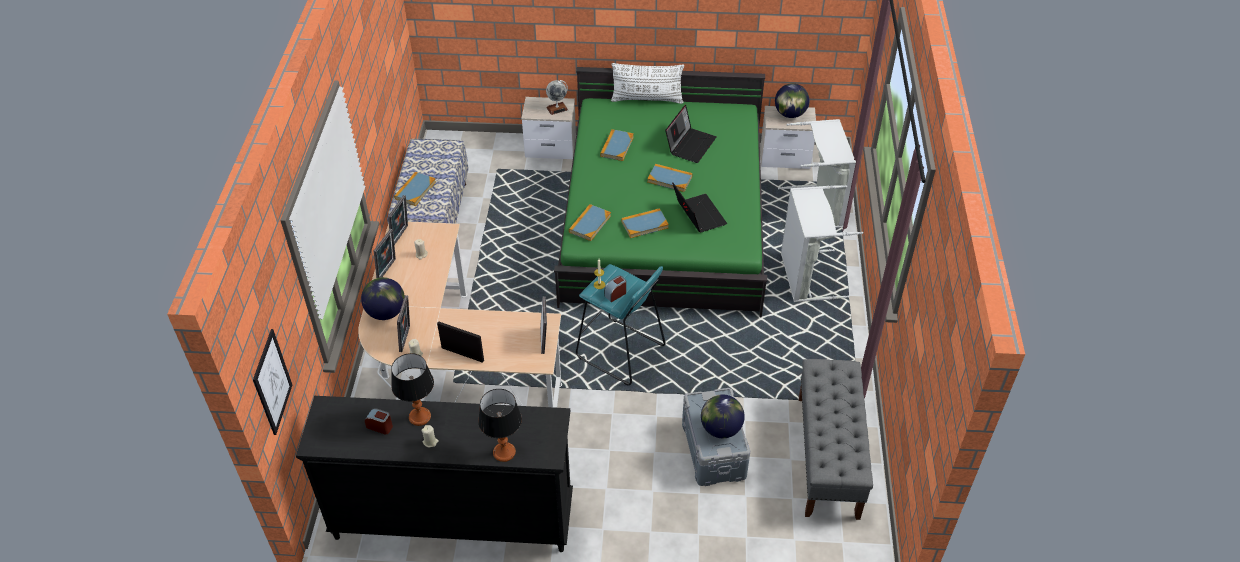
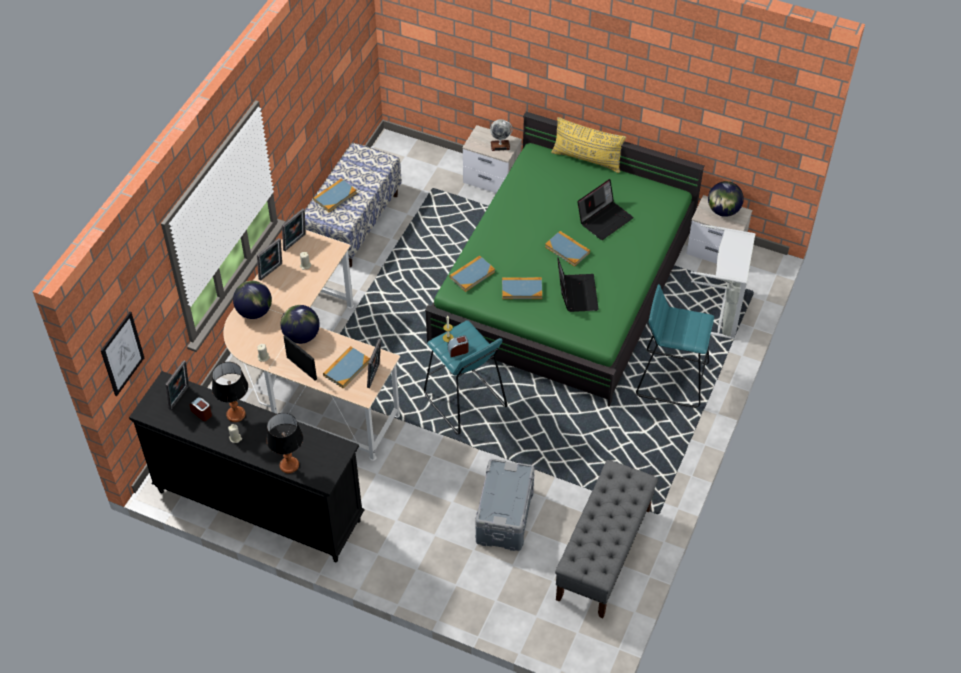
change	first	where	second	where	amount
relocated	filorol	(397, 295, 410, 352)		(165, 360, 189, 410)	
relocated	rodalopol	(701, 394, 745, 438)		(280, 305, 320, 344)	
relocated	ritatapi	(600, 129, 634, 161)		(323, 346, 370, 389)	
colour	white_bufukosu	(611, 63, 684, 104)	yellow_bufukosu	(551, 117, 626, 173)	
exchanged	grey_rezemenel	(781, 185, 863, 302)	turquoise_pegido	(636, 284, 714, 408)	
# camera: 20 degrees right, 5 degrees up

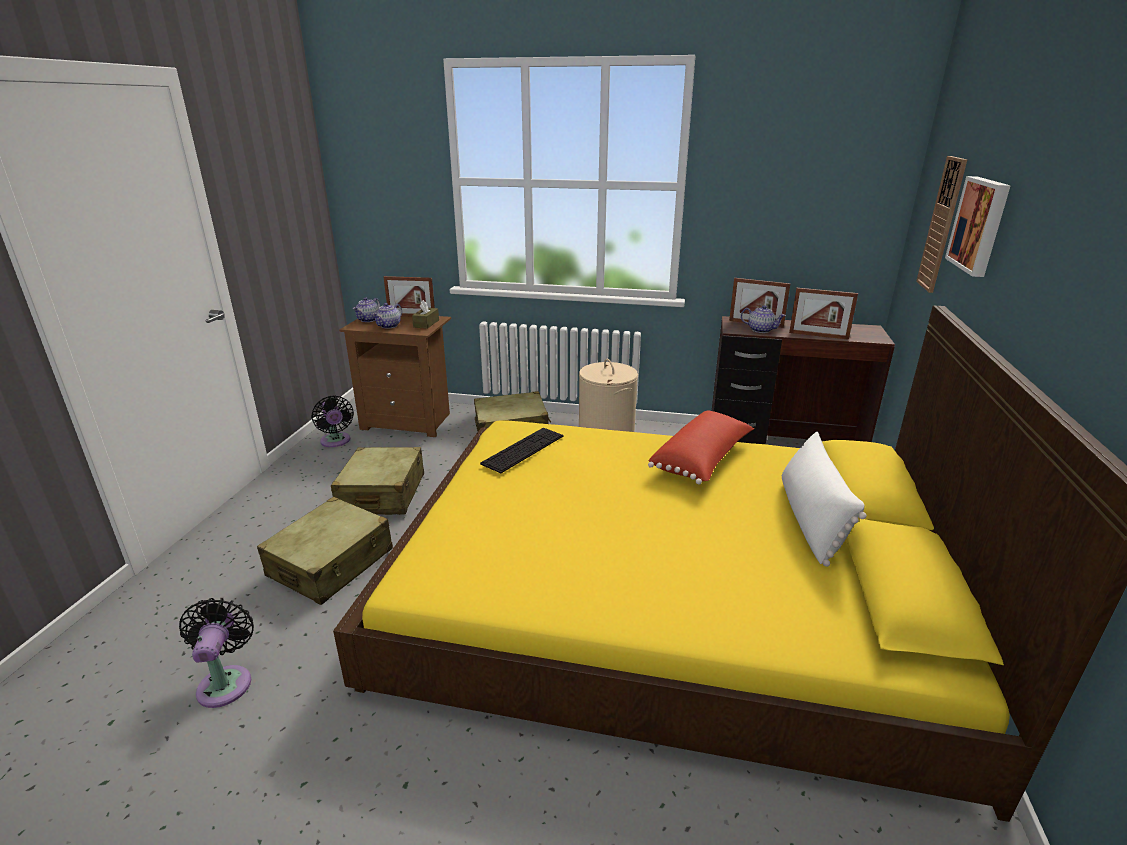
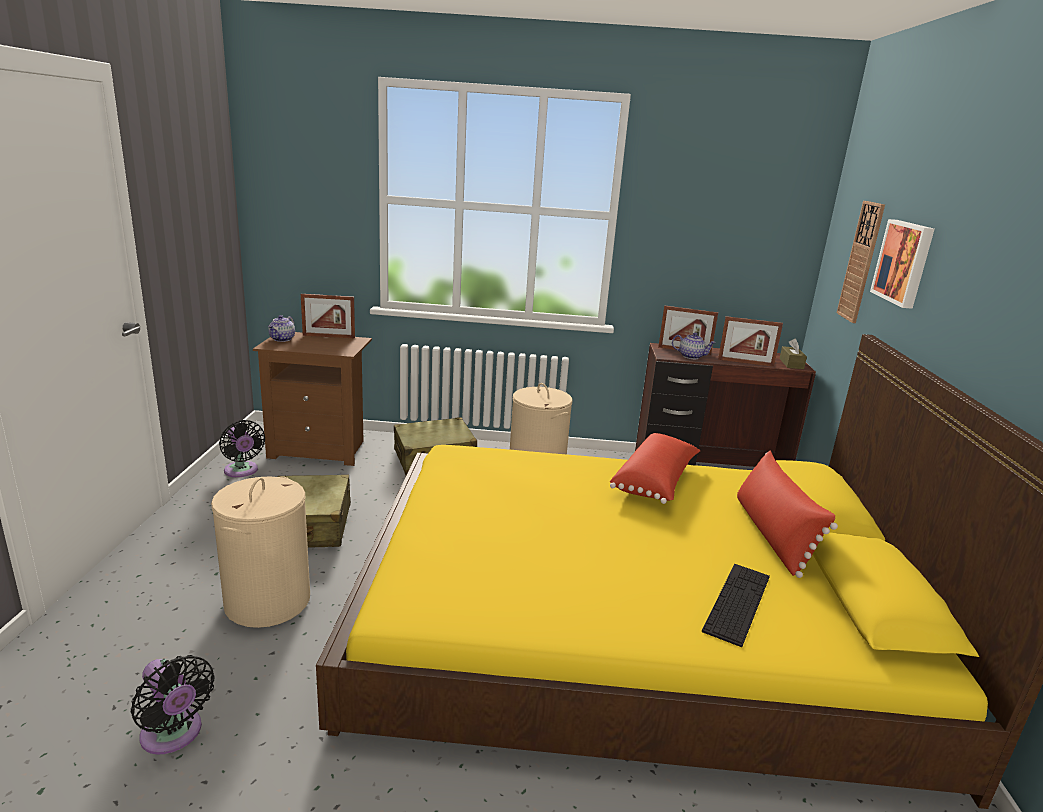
change	first	where	second	where	amount
spun	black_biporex	(179, 598, 254, 708)		(131, 655, 215, 754)	150 degrees clockwise
exchanged	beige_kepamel	(257, 497, 393, 605)	beige_rezemenel	(211, 476, 310, 628)	
relocated	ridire	(480, 428, 564, 473)		(702, 564, 770, 647)	
colour	white_bufukosu	(782, 431, 867, 567)	red_bufukosu	(737, 451, 838, 578)	
relocated	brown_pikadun	(412, 300, 439, 329)		(779, 338, 807, 369)	
missing	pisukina	(372, 303, 402, 329)			
# camera: 10 degrees left, 5 degrees down

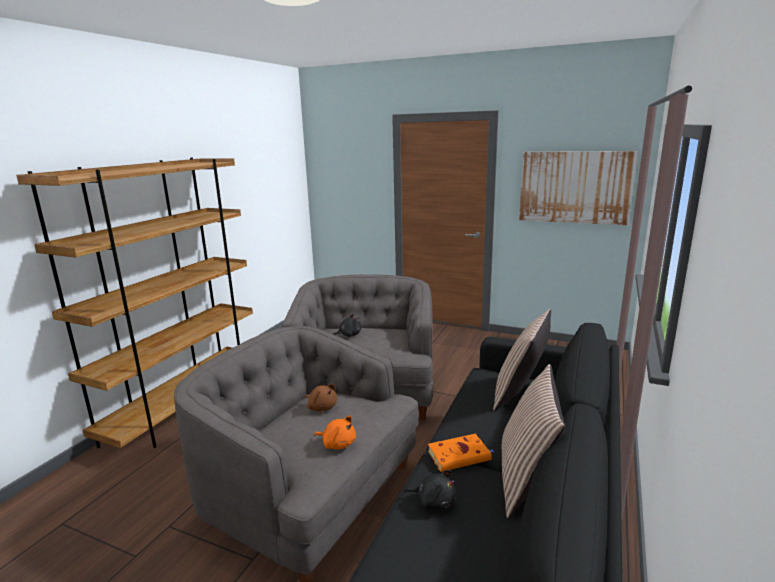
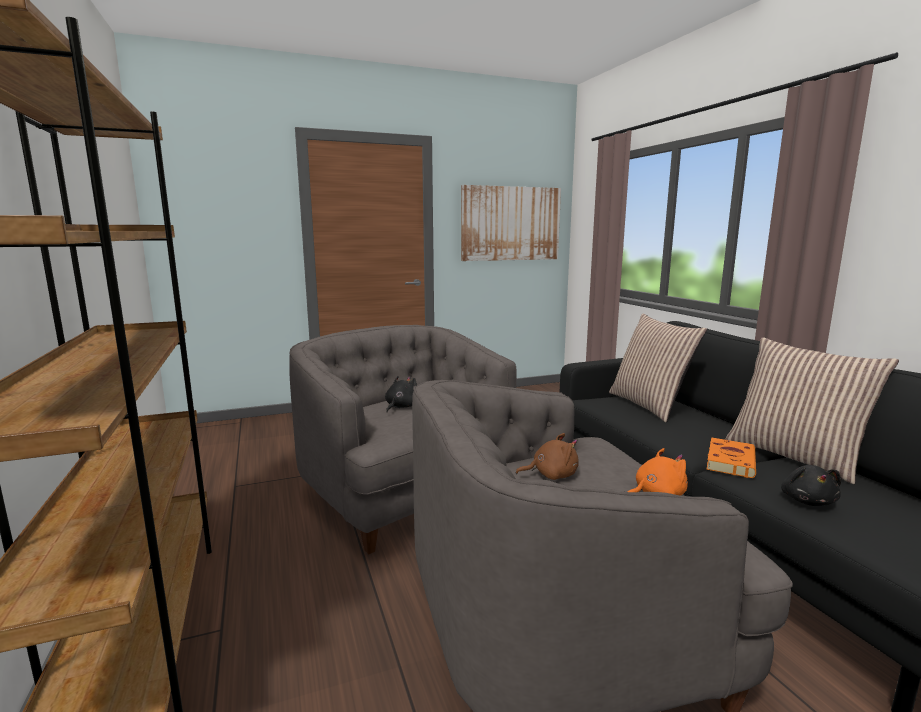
change	first	where	second	where	amount
spun	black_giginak	(404, 470, 456, 511)		(781, 465, 841, 506)	120 degrees clockwise
# camera: 45 degrees left, 5 degrees down

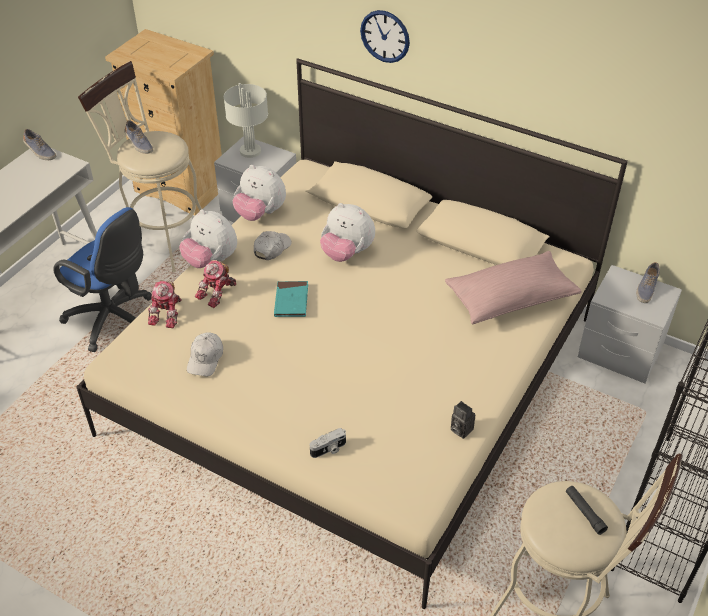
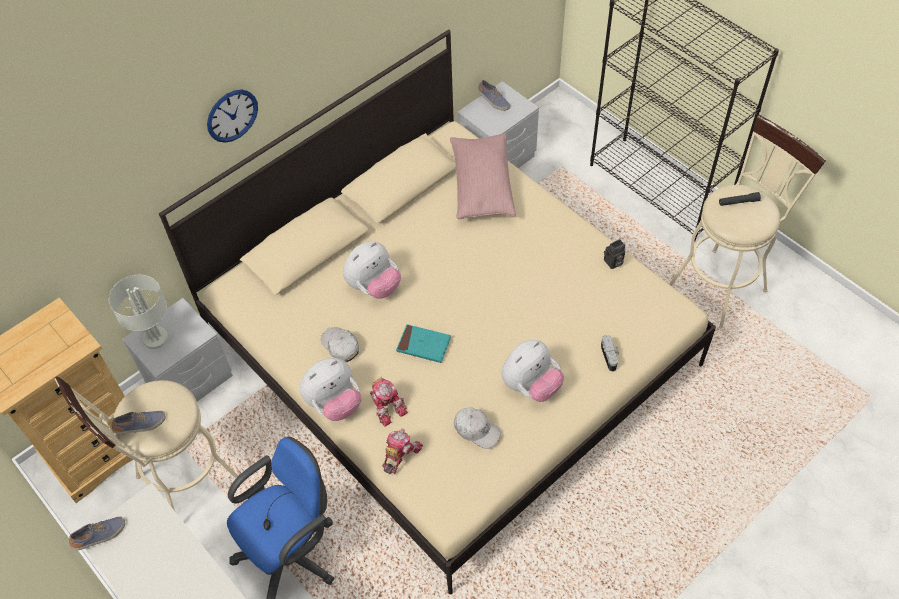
change	first	where	second	where	amount
spun	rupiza	(148, 281, 181, 328)		(383, 429, 423, 474)	90 degrees counterclockwise
relocated	giginak	(233, 165, 286, 221)		(501, 340, 564, 402)	
# camera: 70 degrees left, 10 degrees up

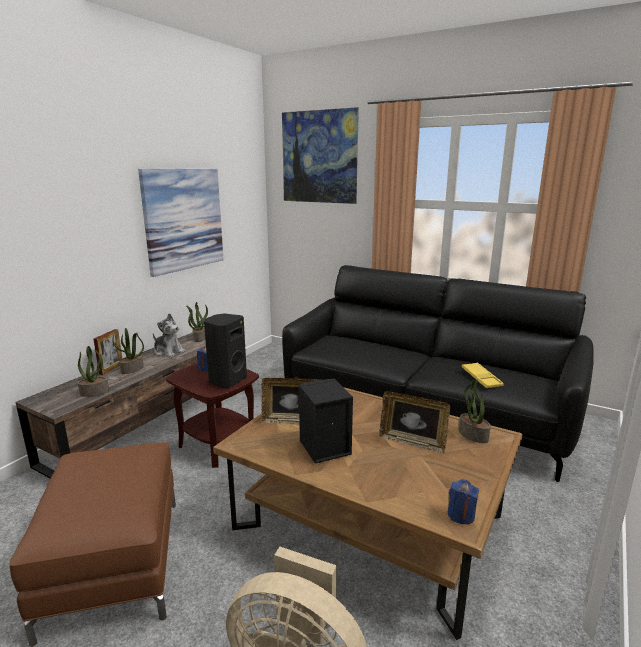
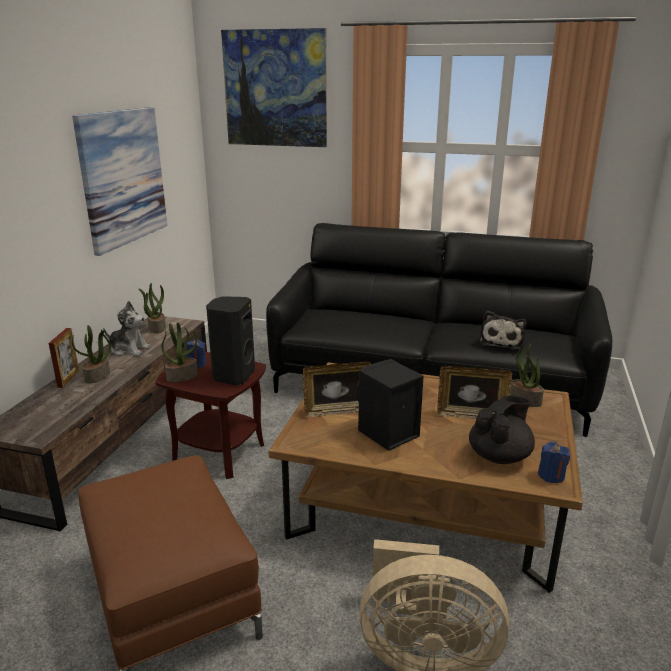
change	first	where	second	where	amount
relocated	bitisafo	(78, 346, 109, 397)		(161, 323, 198, 382)	
appeared			black_pisukina	(469, 396, 535, 464)	
exchanged	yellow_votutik	(462, 362, 504, 388)	giginak	(480, 311, 527, 349)	
# camera: 15 degrees left, 5 degrees up

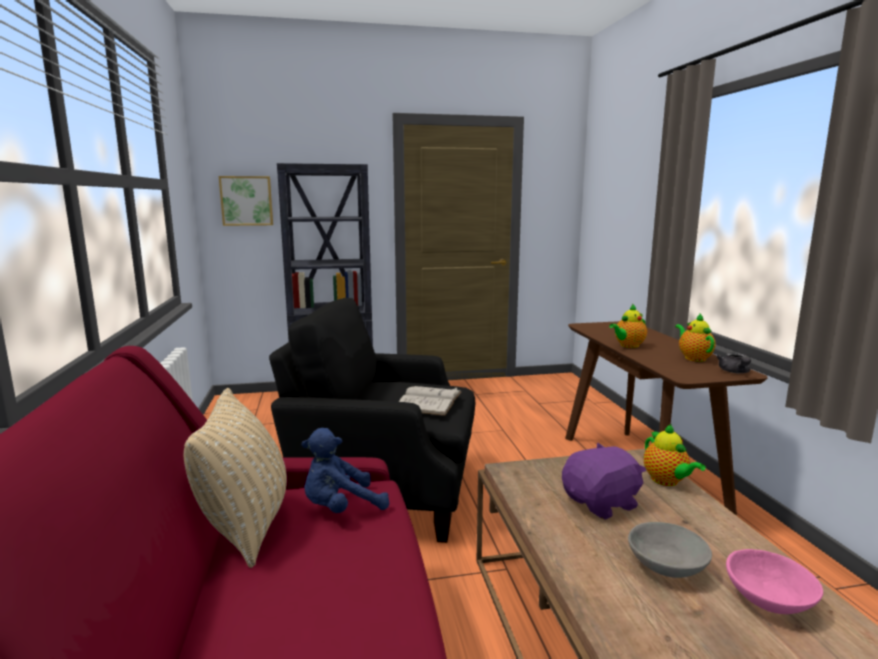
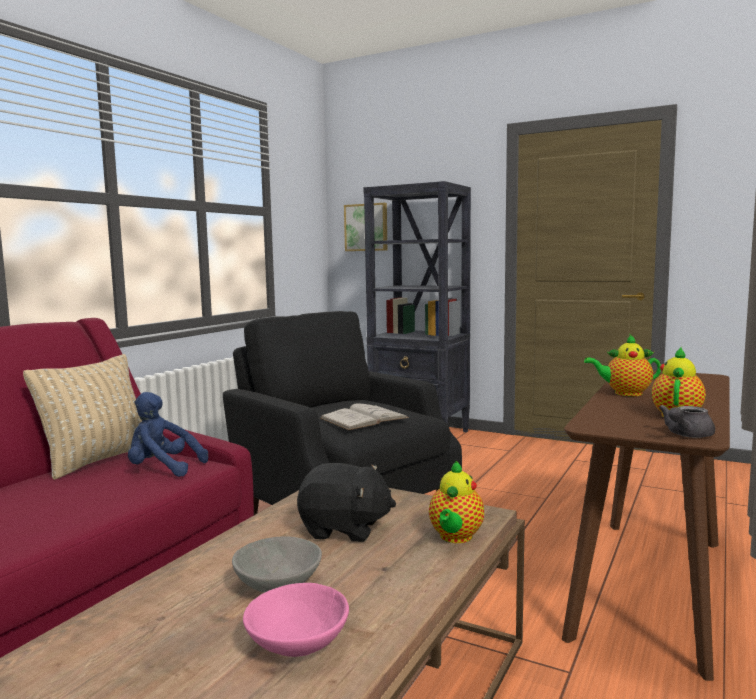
change	first	where	second	where	amount
colour	purple_giginak	(562, 443, 646, 519)	black_giginak	(297, 463, 396, 542)	
# camera: 40 degrees right, 5 degrees down

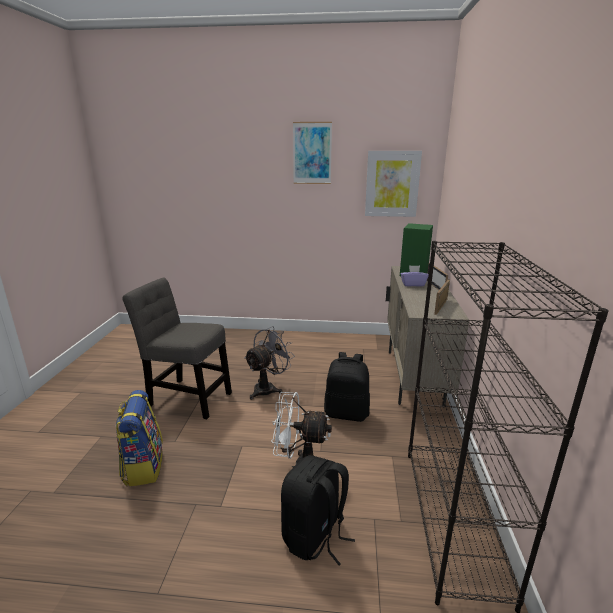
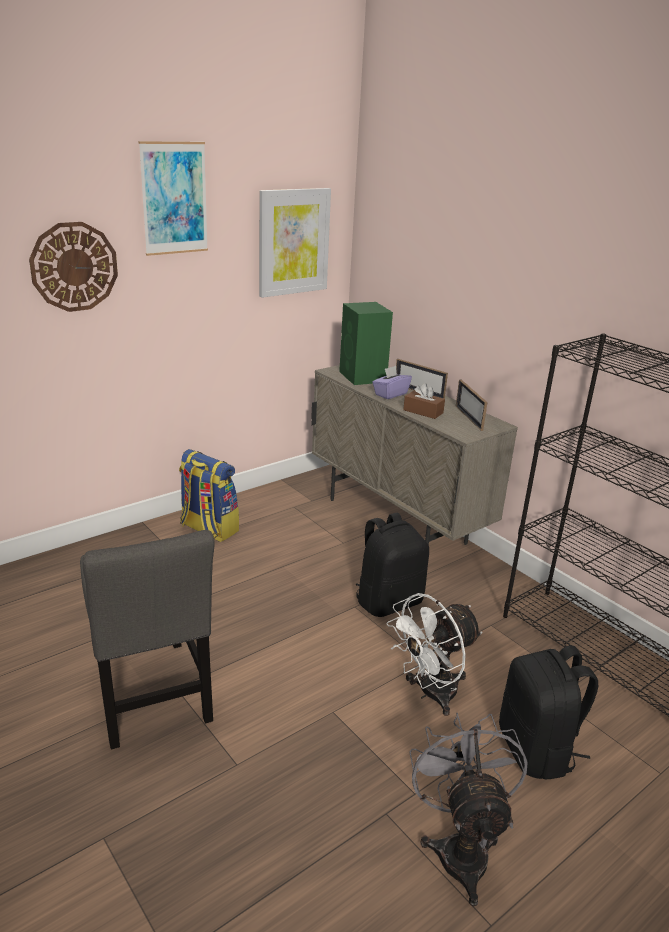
change	first	where	second	where	amount
appeared			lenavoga	(29, 222, 118, 312)	
spun	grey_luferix	(122, 278, 232, 419)		(80, 530, 215, 750)	90 degrees counterclockwise
relocated	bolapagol	(116, 390, 163, 486)		(179, 449, 239, 542)	
appeared			brown_pikadun	(403, 383, 445, 419)	
relocated	grey_biporex	(244, 326, 295, 400)		(409, 713, 528, 907)	
# camera: 45 degrees left, 5 degrees up

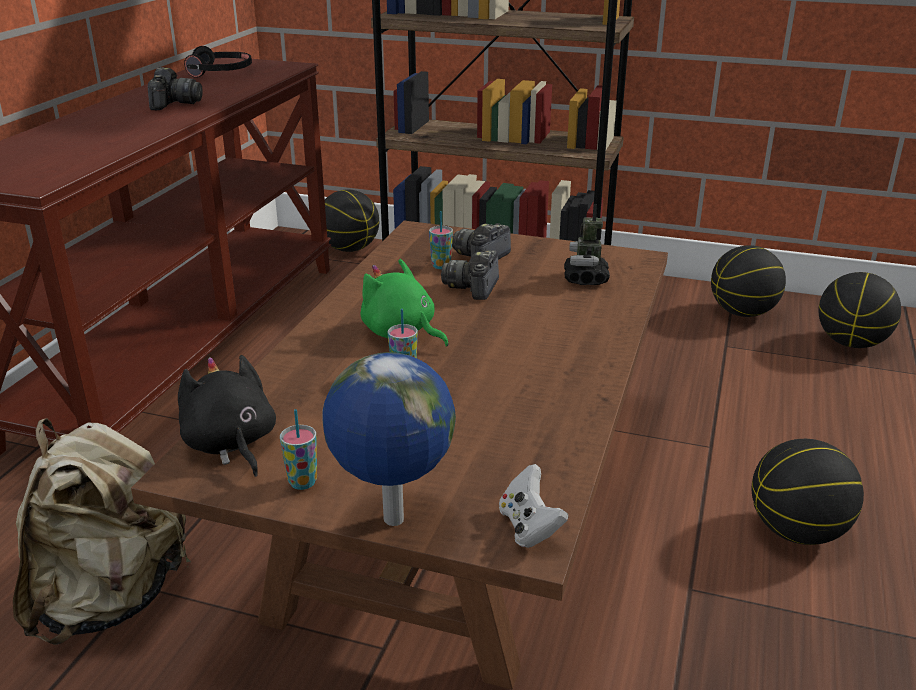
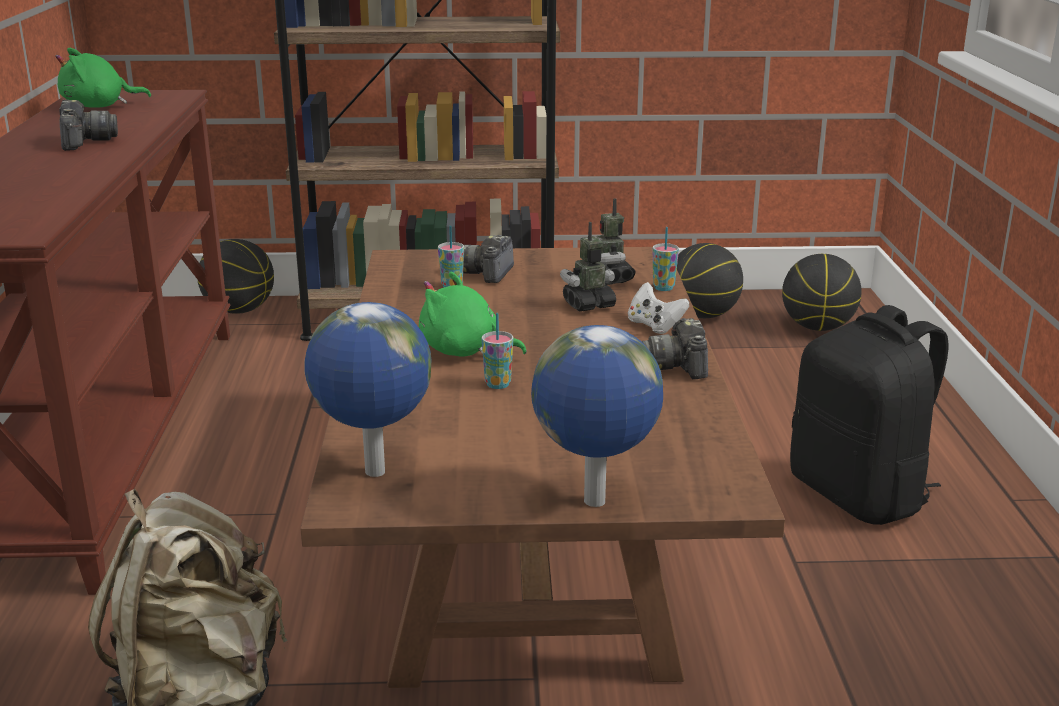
change	first	where	second	where	amount
exchanged	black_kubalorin	(184, 46, 252, 78)	green_giginak	(56, 48, 151, 108)	
exchanged	black_giginak	(178, 355, 276, 477)	rodalopol	(304, 302, 431, 477)	
appeared			rupiza	(560, 222, 616, 311)	
relocated	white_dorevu	(499, 464, 569, 548)		(628, 282, 689, 334)	
relocated	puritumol	(441, 250, 499, 300)		(642, 318, 708, 379)	
relocated	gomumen	(280, 409, 317, 490)		(653, 227, 679, 291)	
exchanged	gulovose	(752, 439, 864, 545)	black_bolapagol	(790, 305, 949, 525)	
# camera: 20 degrees left, 5 degrees down

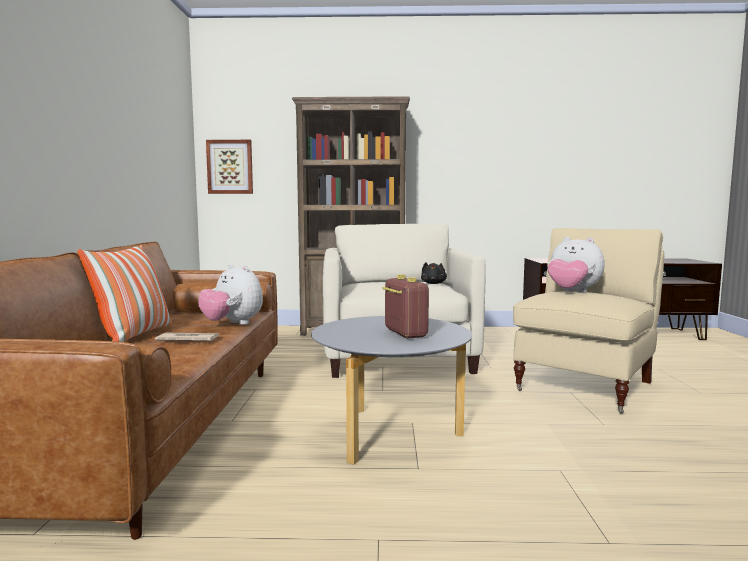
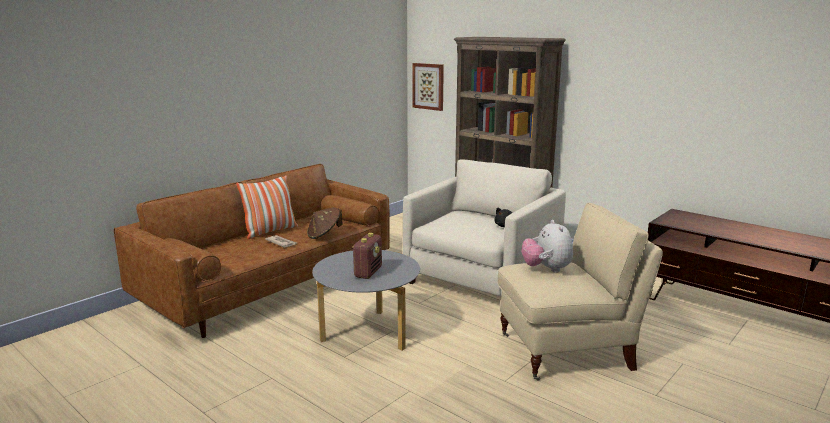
change	first	where	second	where	amount
exchanged	giginak	(198, 264, 263, 325)	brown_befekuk	(307, 207, 343, 239)	
# camera: 40 degrees right, 10 degrees up

